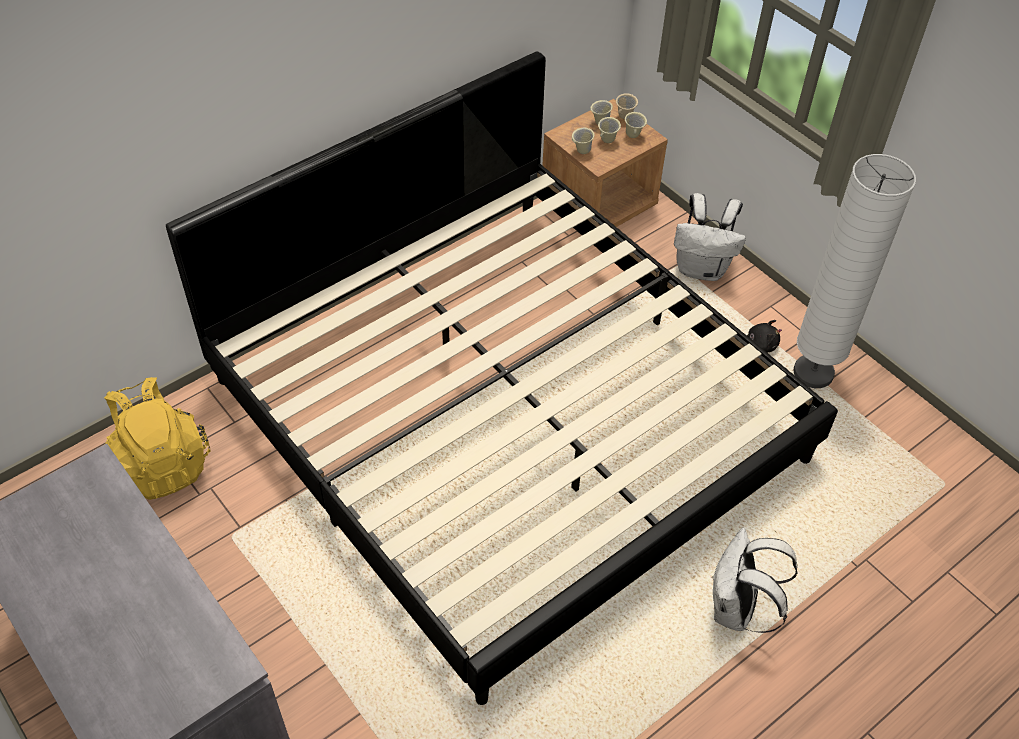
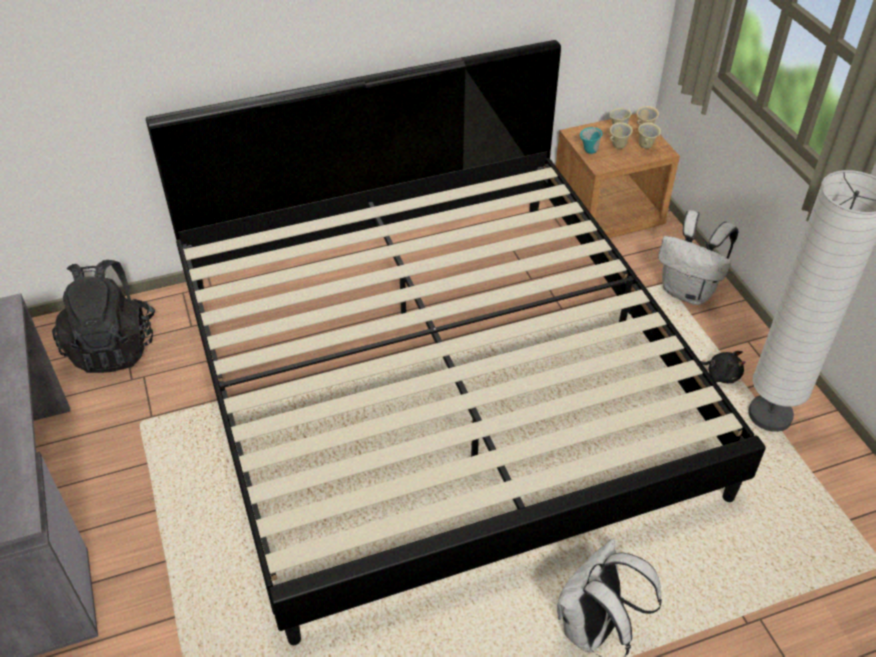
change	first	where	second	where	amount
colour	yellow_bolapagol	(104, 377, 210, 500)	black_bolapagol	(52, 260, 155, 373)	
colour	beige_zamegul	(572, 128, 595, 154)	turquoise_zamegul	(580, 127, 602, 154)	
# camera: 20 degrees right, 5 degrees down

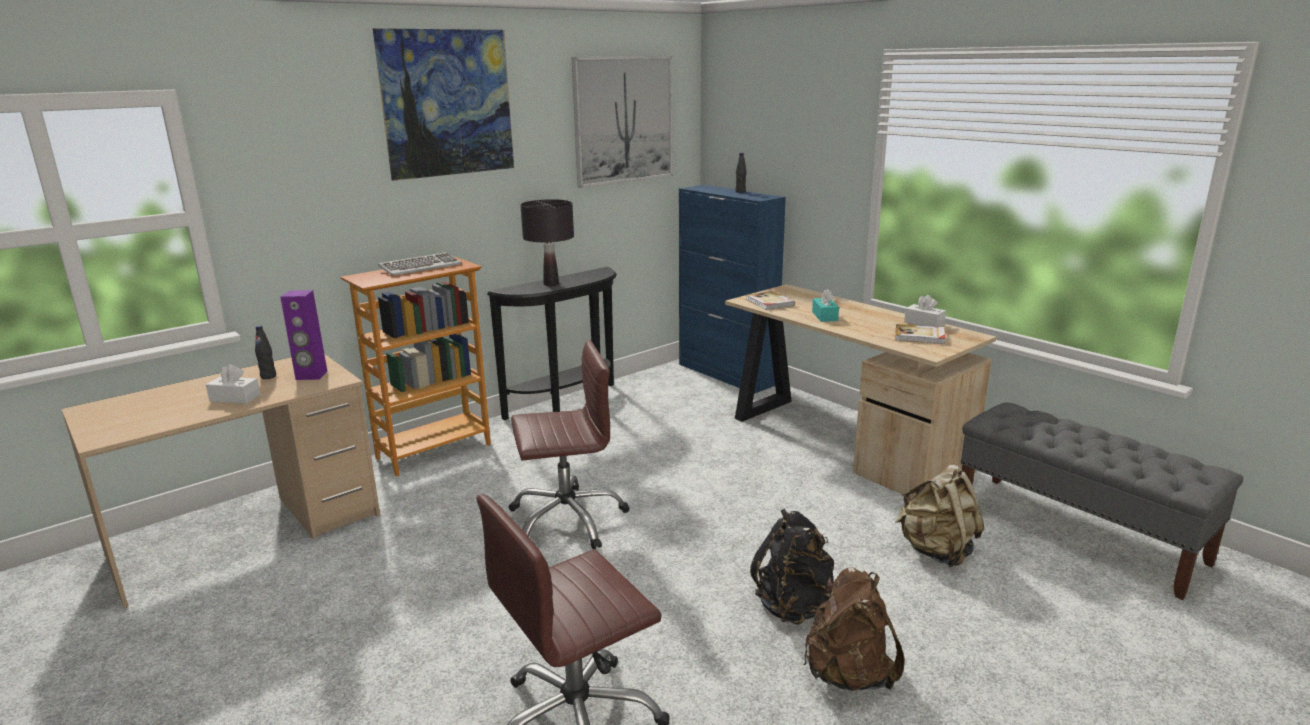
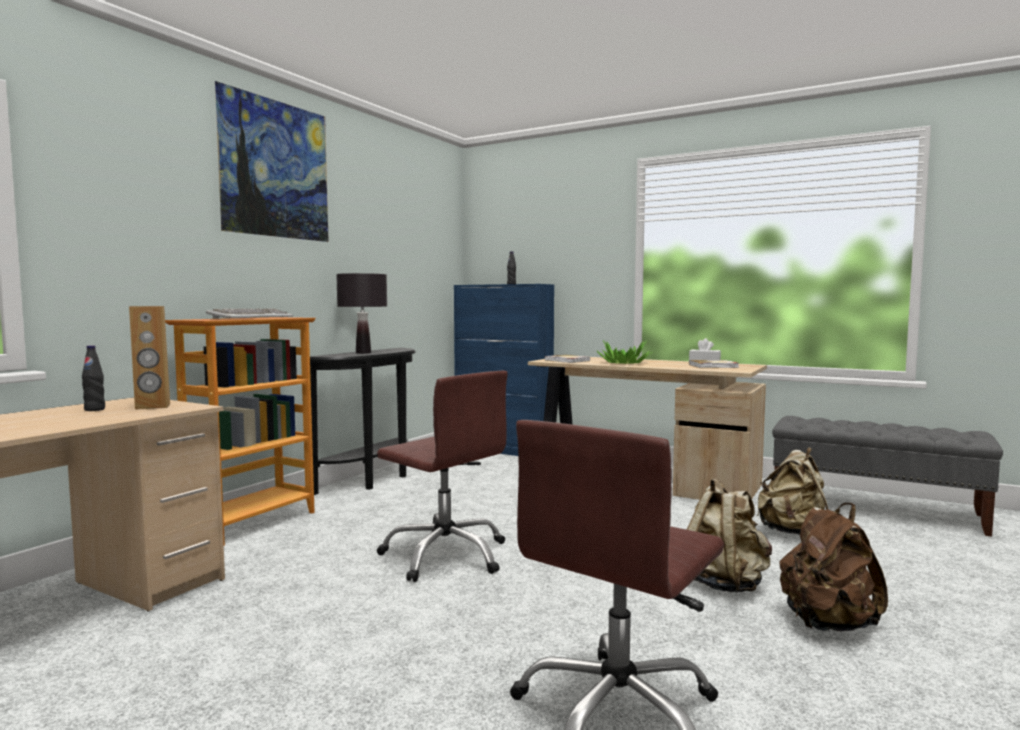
change	first	where	second	where	amount
colour	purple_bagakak	(280, 290, 328, 380)	brown_bagakak	(129, 306, 170, 410)	
spun	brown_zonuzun	(509, 340, 629, 550)		(377, 371, 508, 582)	75 degrees clockwise
exchanged	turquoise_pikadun	(812, 289, 839, 322)	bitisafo	(597, 340, 652, 364)	
colour	black_bolapagol	(750, 509, 834, 625)	beige_bolapagol	(687, 478, 772, 592)	
missing	white_pikadun	(206, 364, 261, 404)			
missing	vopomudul	(571, 56, 673, 188)			
# camera: 20 degrees left, 15 degrees down

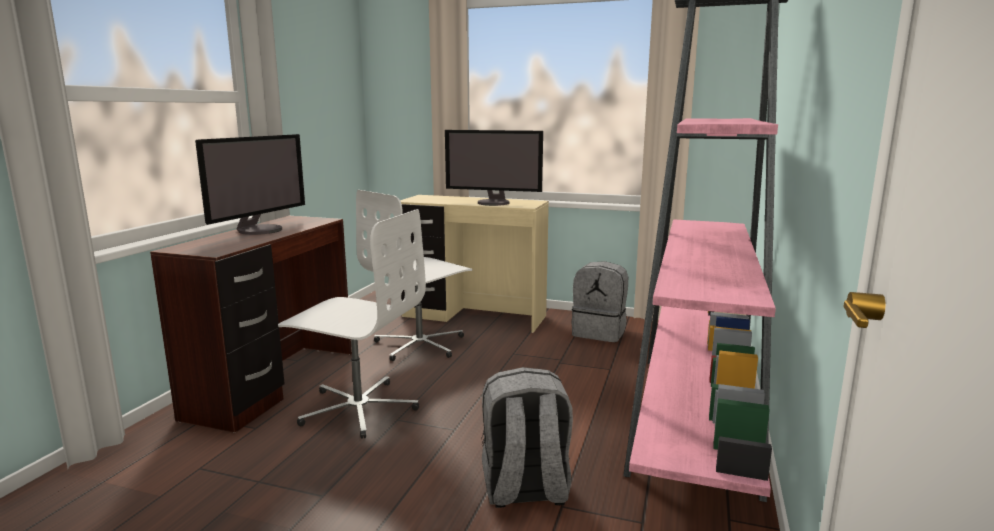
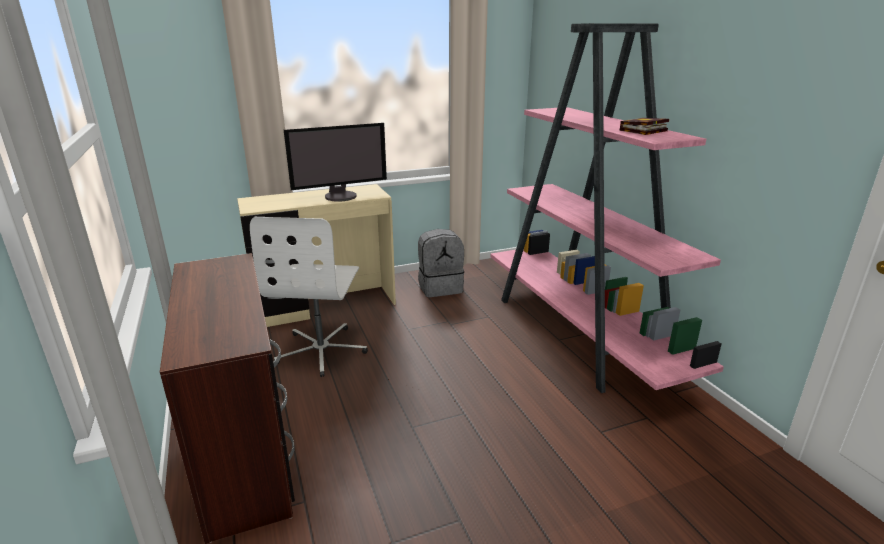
change	first	where	second	where	amount
appeared			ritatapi	(619, 118, 669, 135)	
missing	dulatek	(195, 134, 305, 235)			
missing	white_zonuzun	(278, 209, 426, 439)			
missing	grey_bolapagol	(481, 367, 573, 508)			
# camera: 40 degrees left, 10 degrees up

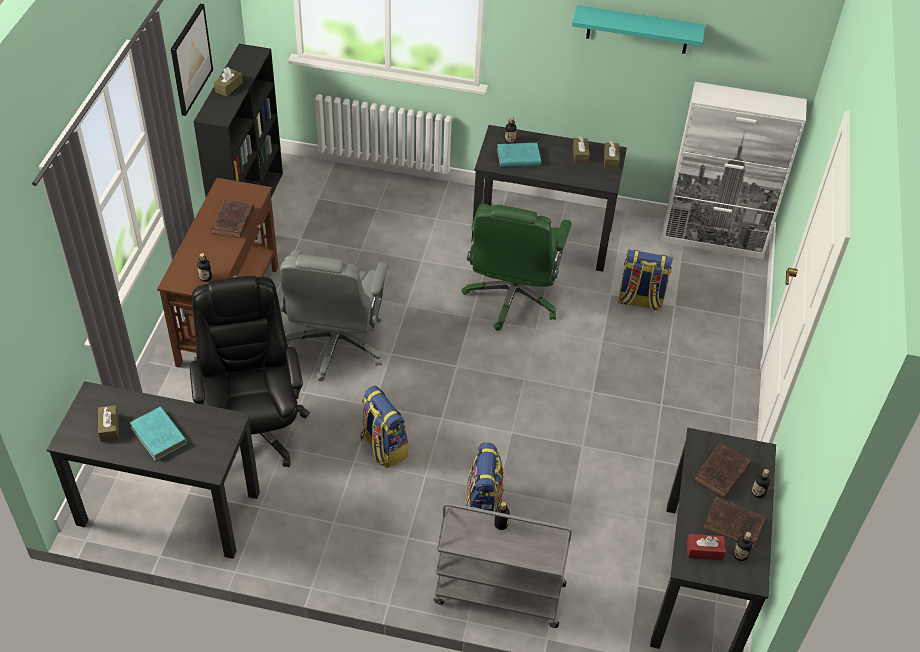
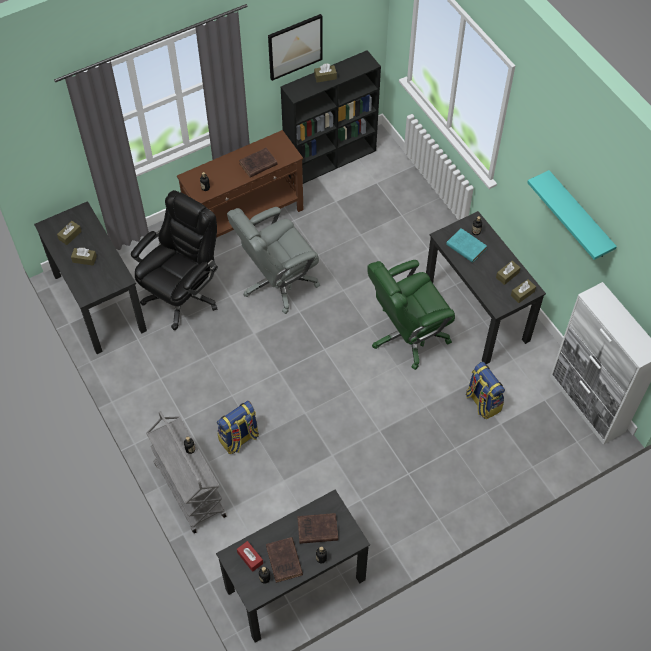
change	first	where	second	where	amount
exchanged	turquoise_ritatapi	(130, 407, 187, 461)	brown_pikadun	(71, 248, 97, 266)	
missing	bolapagol	(360, 386, 408, 468)			
# camera: 50 degrees right, 10 degrees up

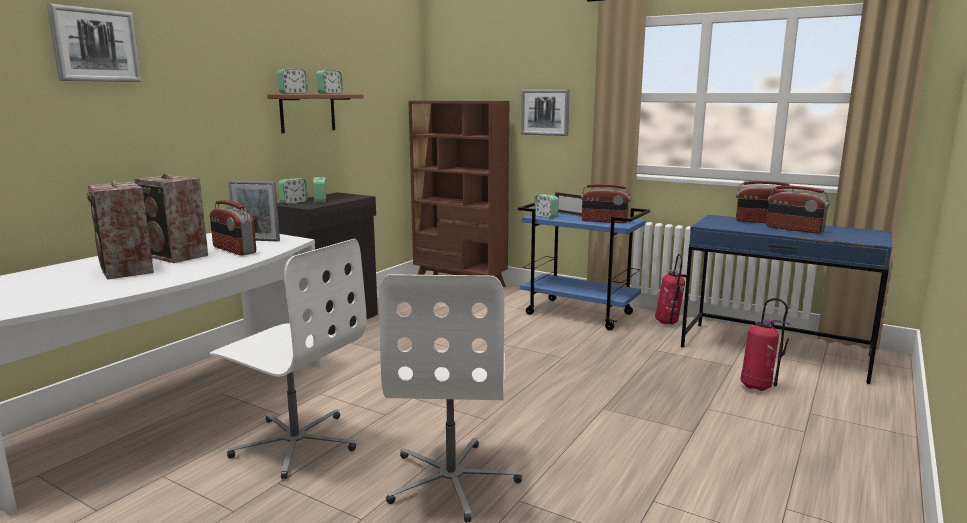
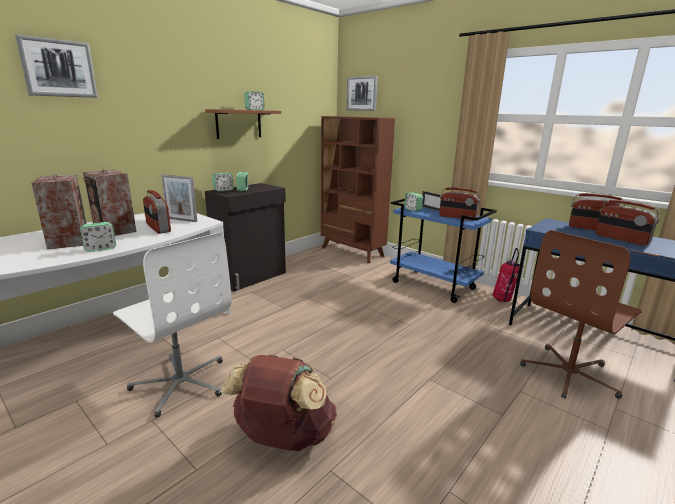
change	first	where	second	where	amount
relocated	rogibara	(277, 69, 308, 94)		(80, 222, 116, 252)	
exchanged	white_zonuzun	(379, 274, 522, 523)	brown_bolapagol	(221, 354, 337, 451)	
relocated	vopomudul	(521, 89, 570, 136)		(347, 76, 378, 111)	
exchanged	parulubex	(740, 298, 790, 391)	brown_zonuzun	(520, 230, 642, 399)	
# camera: 10 degrees right, 5 degrees up

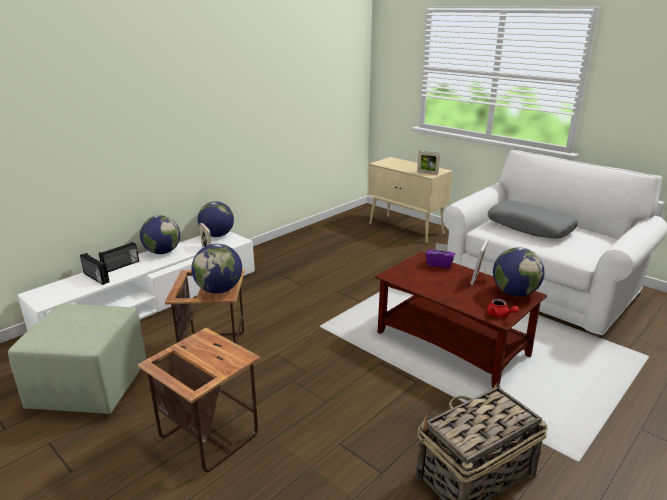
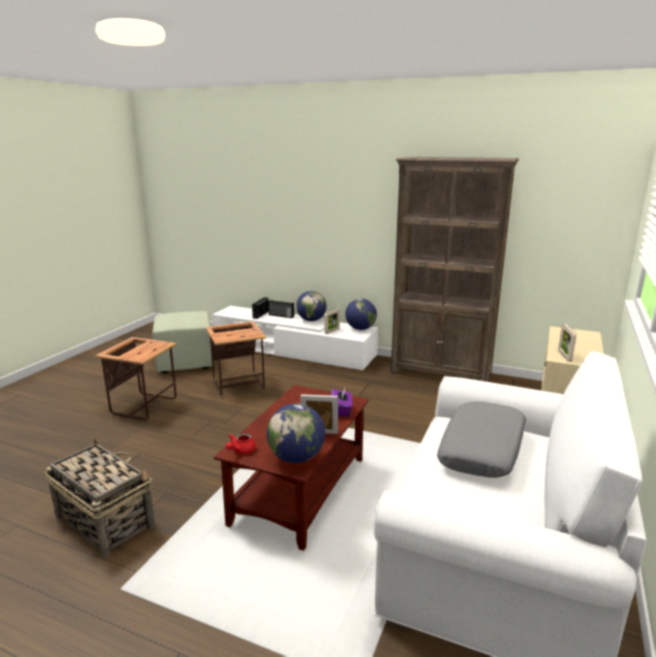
change	first	where	second	where	amount
appeared			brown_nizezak	(390, 157, 519, 382)	
missing	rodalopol	(192, 244, 242, 294)			
# camera: 70 degrees right, 5 degrees down

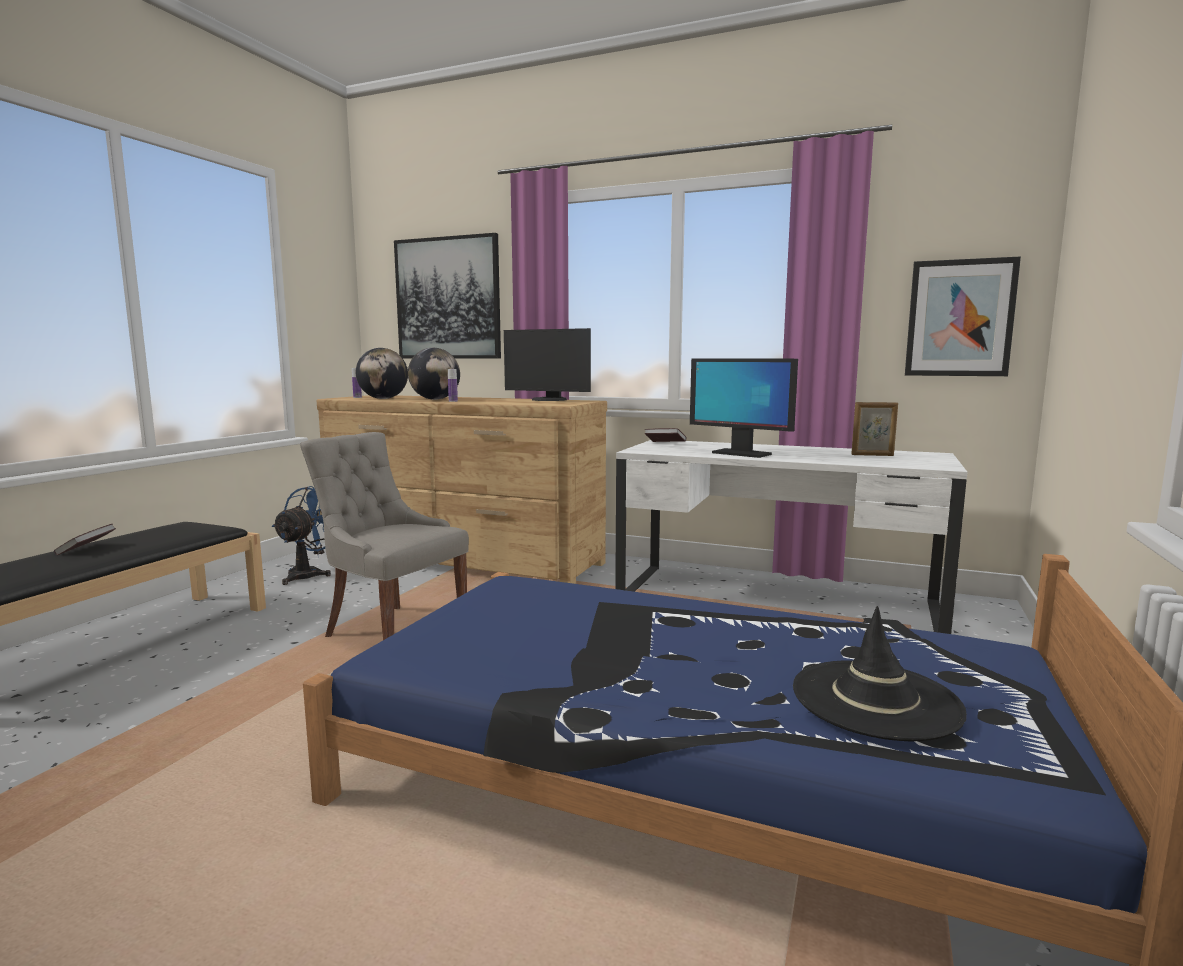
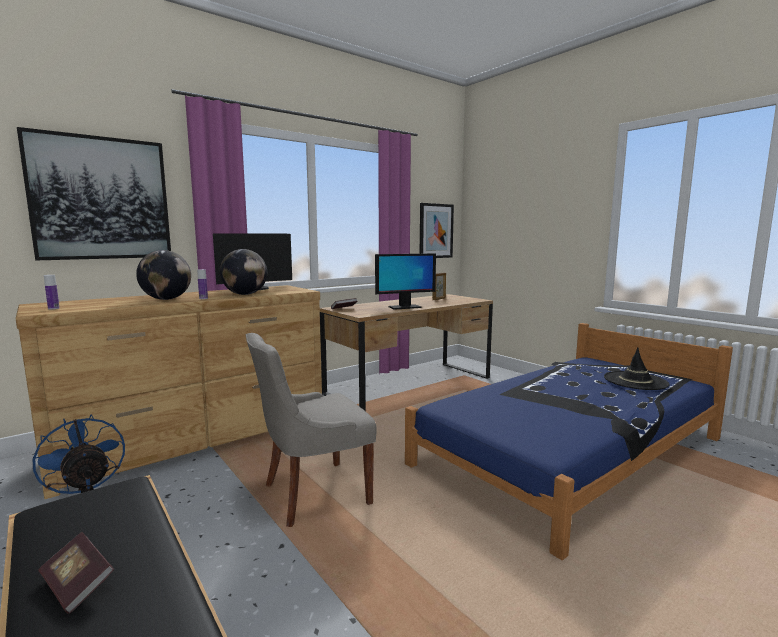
change	first	where	second	where	amount
relocated	rodalopol	(356, 348, 408, 399)		(220, 249, 267, 295)	
colour	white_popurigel	(615, 440, 967, 634)	brown_popurigel	(320, 294, 493, 410)	
# camera: 60 degrees left, 0 degrees up

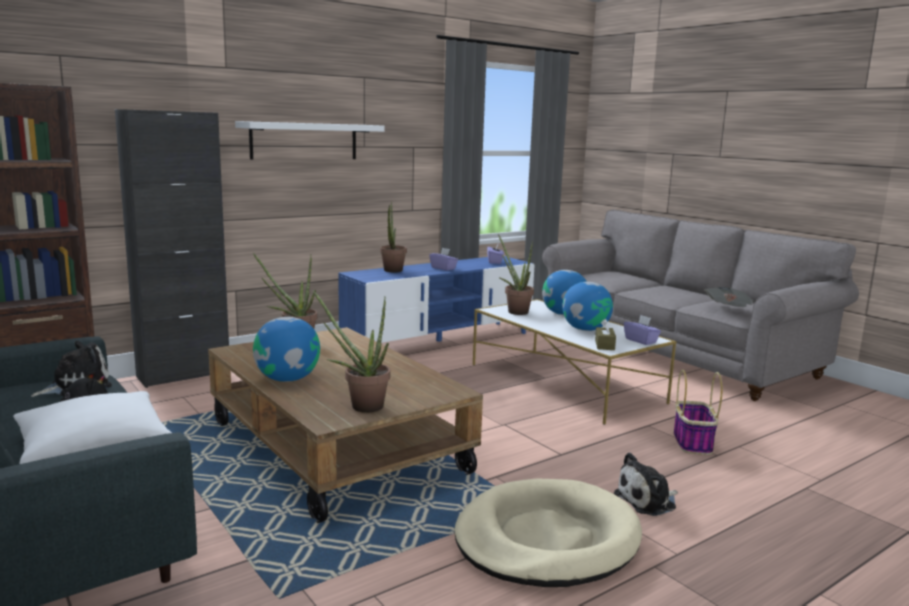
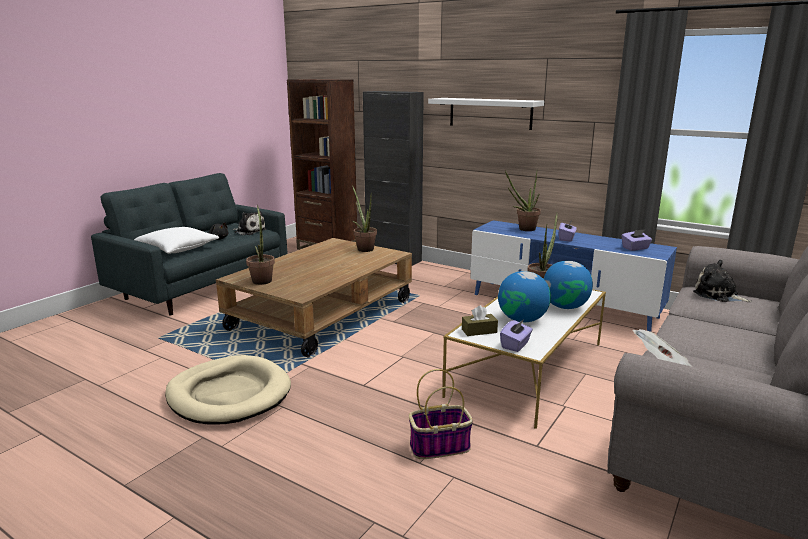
change	first	where	second	where	amount
relocated	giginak	(614, 452, 678, 516)		(693, 260, 752, 302)	
missing	rodalopol	(253, 317, 320, 382)			
# camera: 70 degrees right, 5 degrees up

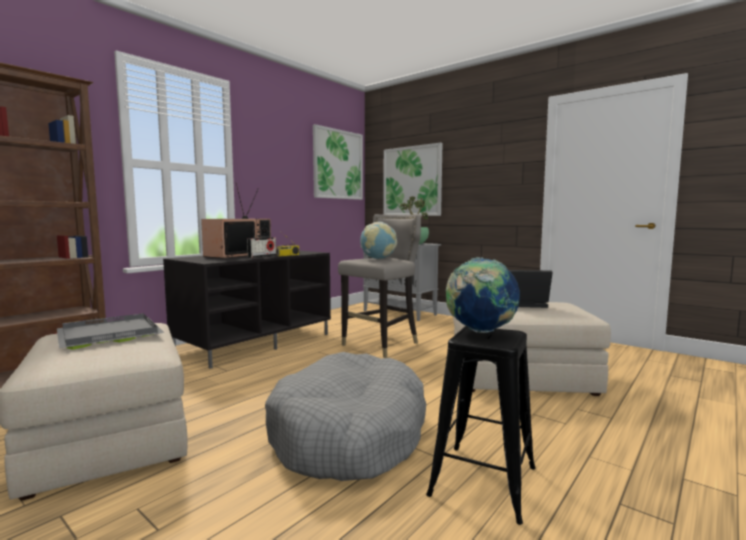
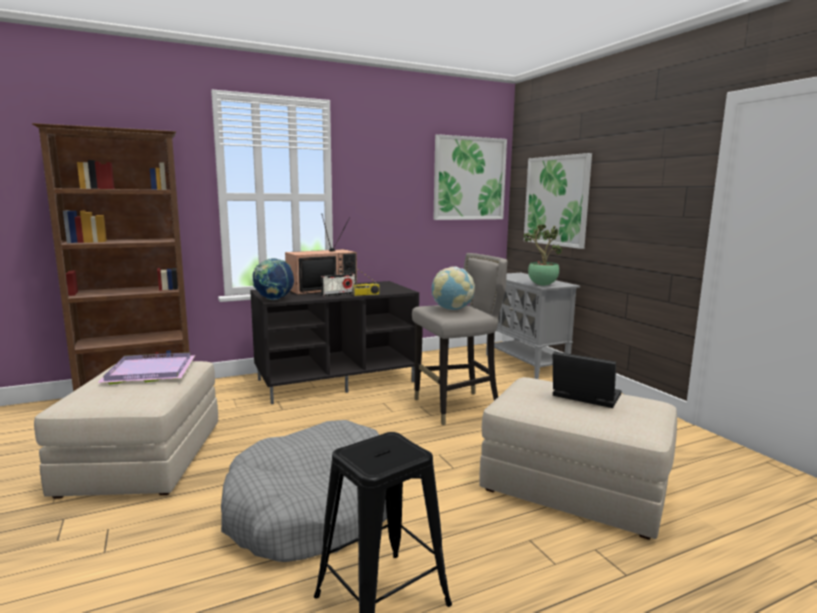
change	first	where	second	where	amount
colour	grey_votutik	(57, 313, 164, 350)	purple_votutik	(98, 352, 195, 385)	
relocated	rodalopol	(446, 257, 520, 333)		(252, 258, 294, 300)	
# camera: 25 degrees right, 5 degrees up

